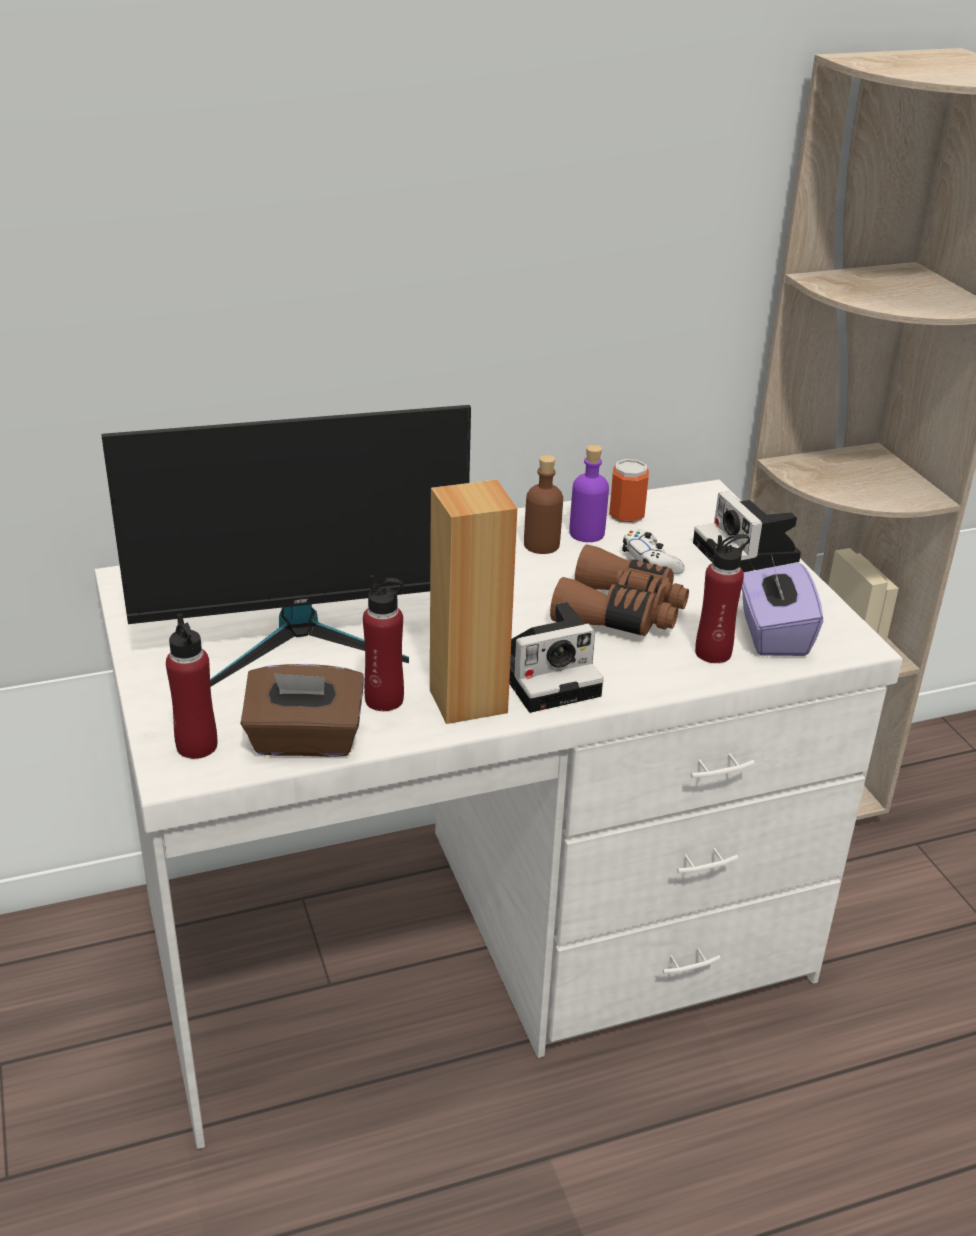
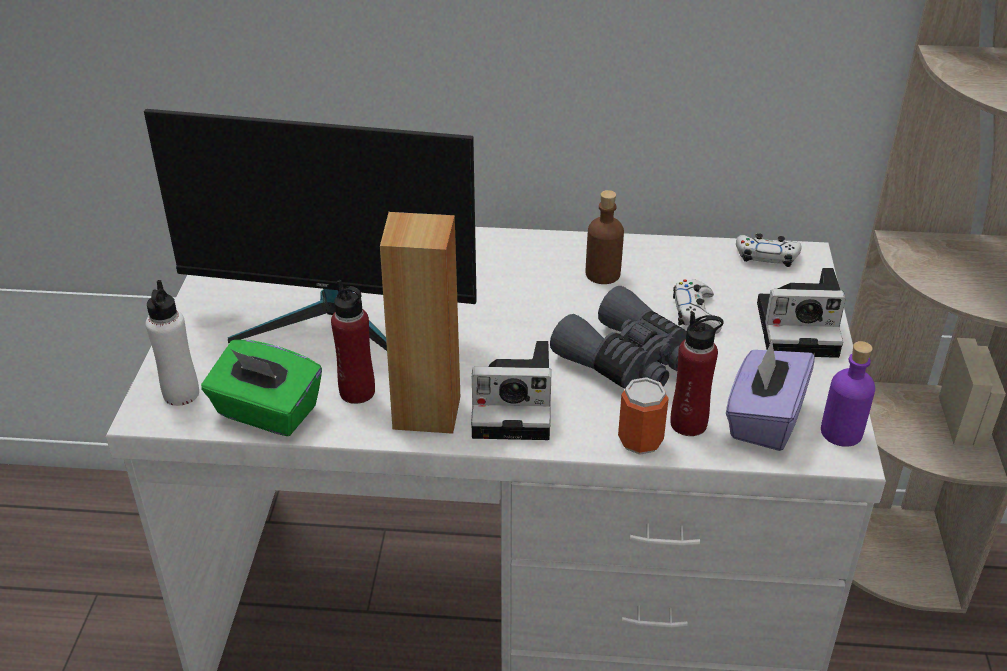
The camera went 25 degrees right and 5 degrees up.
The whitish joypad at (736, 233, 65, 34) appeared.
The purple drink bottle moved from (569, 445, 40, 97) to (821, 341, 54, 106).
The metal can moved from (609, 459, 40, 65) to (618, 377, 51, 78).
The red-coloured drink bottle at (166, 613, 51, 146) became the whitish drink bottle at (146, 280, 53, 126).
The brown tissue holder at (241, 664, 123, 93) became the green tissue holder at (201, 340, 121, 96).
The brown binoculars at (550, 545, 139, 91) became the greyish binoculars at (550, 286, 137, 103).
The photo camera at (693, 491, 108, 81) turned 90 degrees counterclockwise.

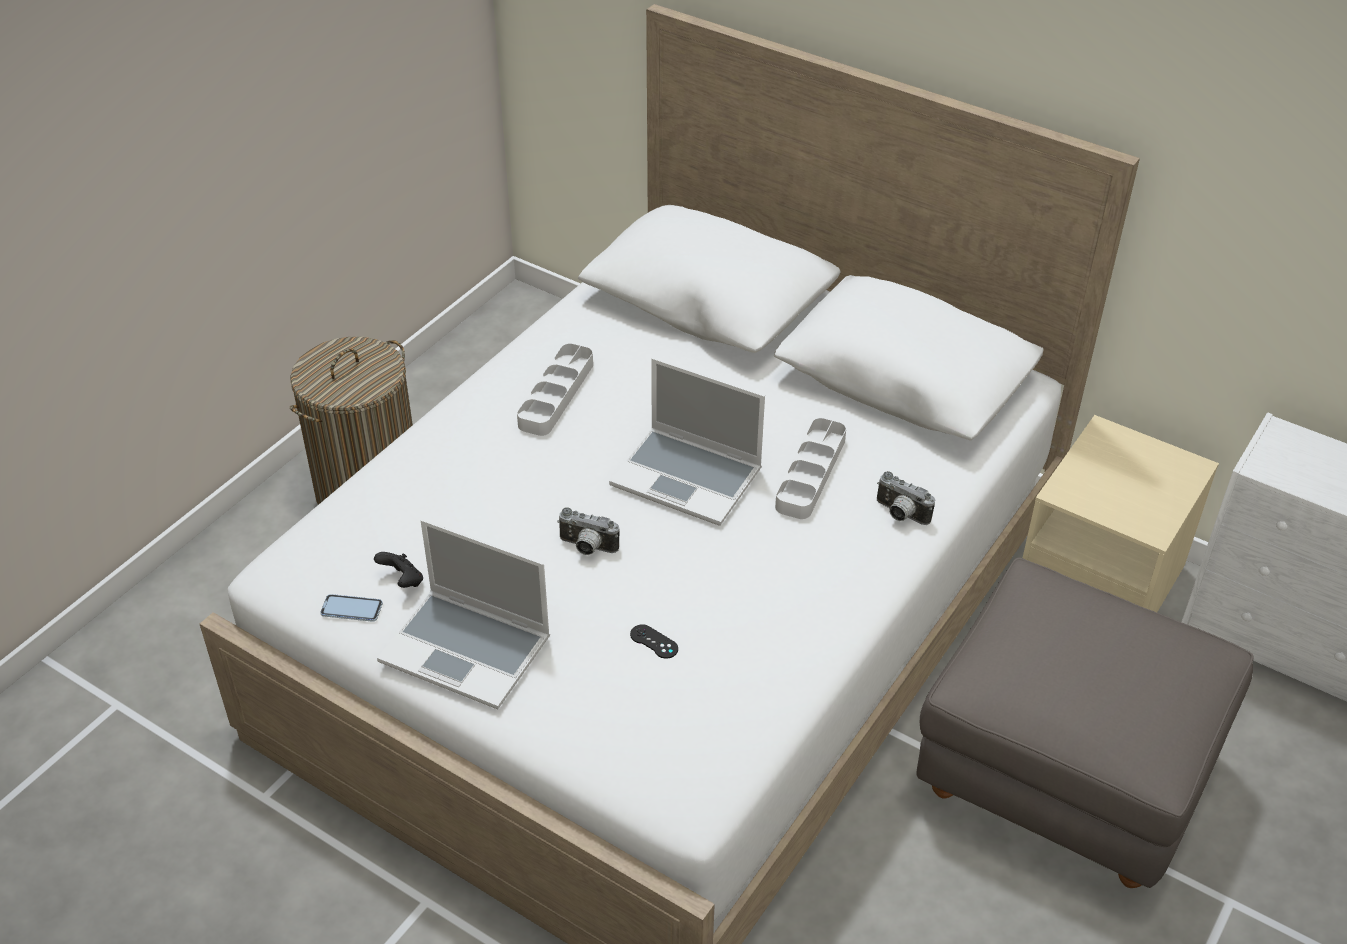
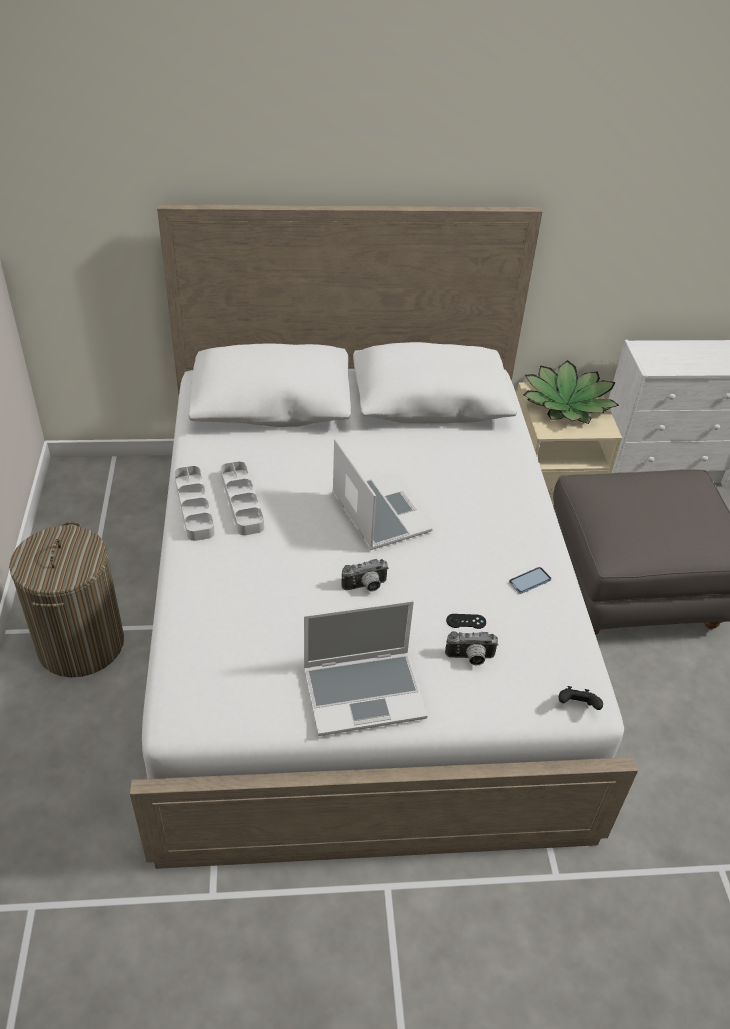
The camera went 40 degrees left and 0 degrees up.
The houseplant at (523, 360, 96, 64) appeared.
The handset moved from (320, 594, 63, 28) to (509, 567, 42, 27).
The black joypad moved from (374, 552, 49, 36) to (558, 686, 45, 24).
The greyish tray moved from (775, 418, 71, 101) to (174, 466, 41, 75).
The photo camera moved from (877, 471, 58, 54) to (445, 631, 54, 35).
The laptop at (609, 358, 156, 168) turned 105 degrees counterclockwise.

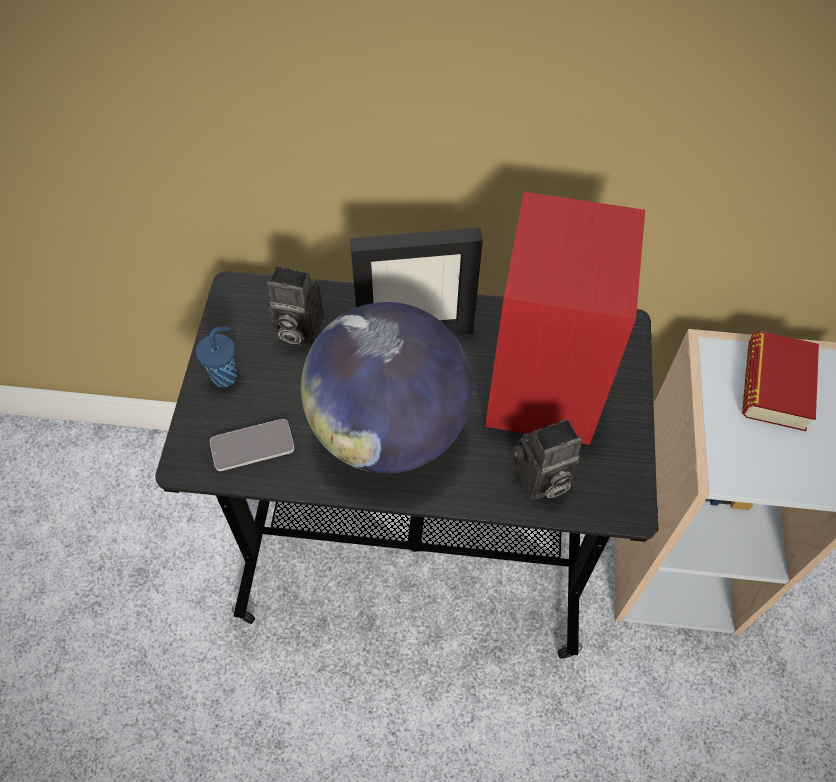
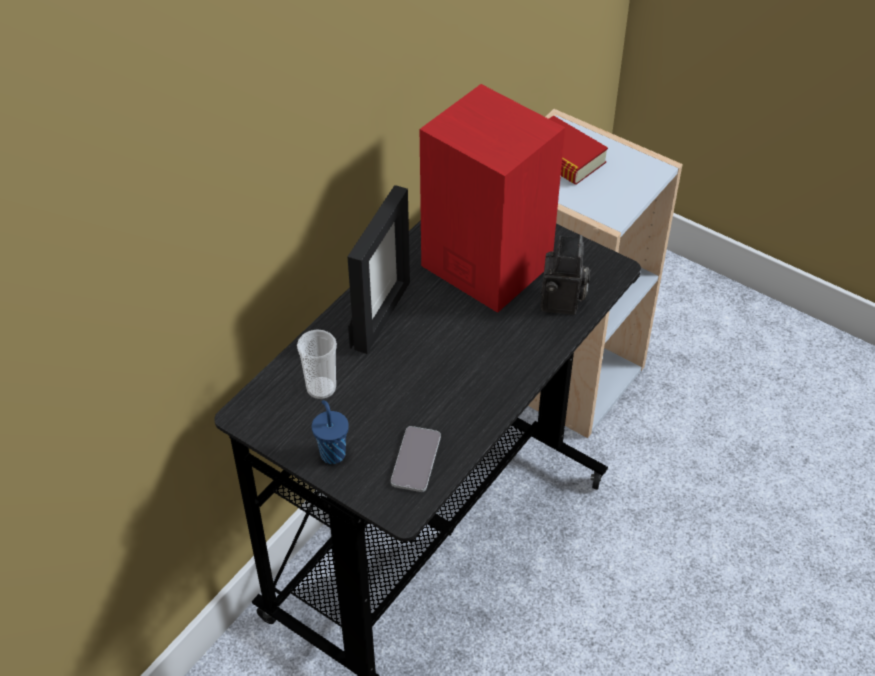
The camera went 60 degrees left and 10 degrees down.
The desk globe at (301, 302, 172, 172) disappeared.
The photo camera at (267, 266, 57, 80) was replaced by the drinking cup at (297, 329, 40, 70).

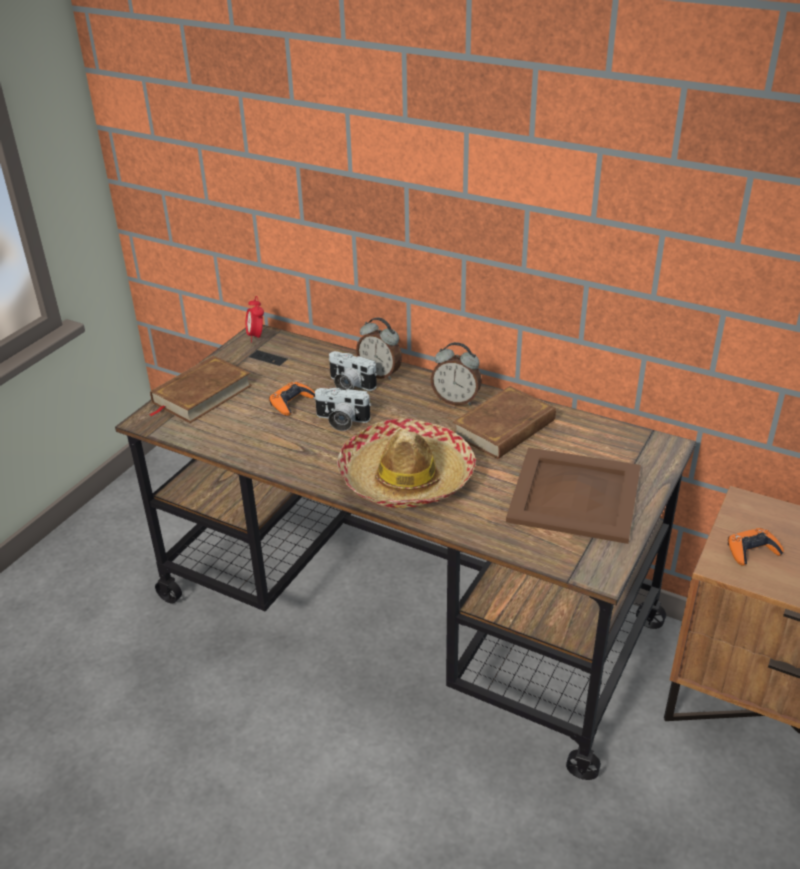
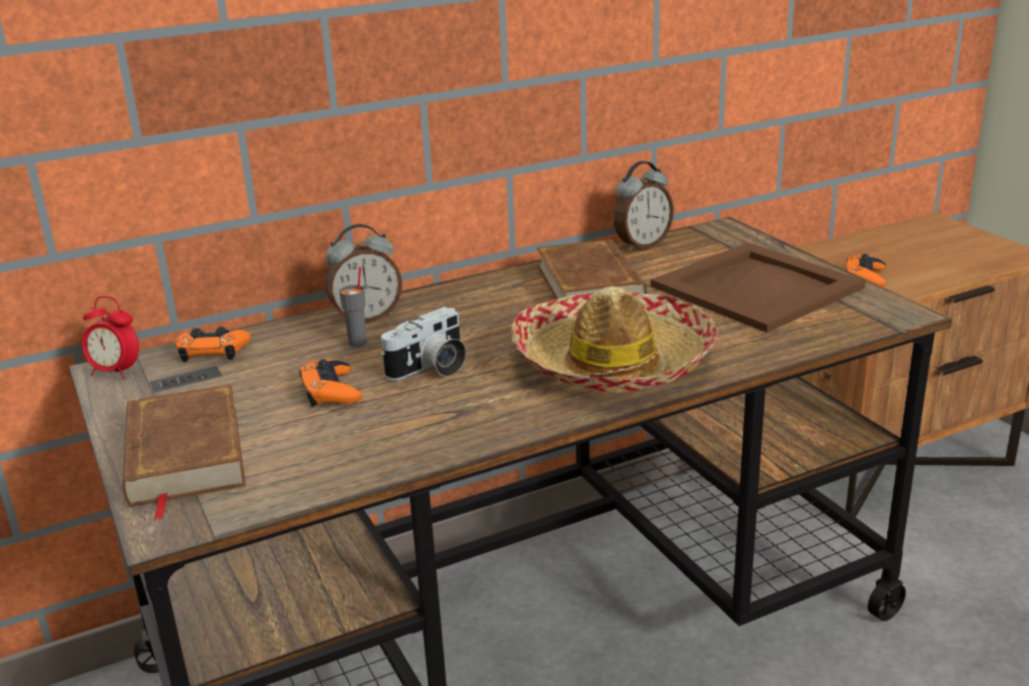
The camera went 55 degrees left and 10 degrees down.
The orangey joypad at (175, 326, 75, 36) appeared.
The bedside clock moved from (431, 342, 51, 63) to (613, 161, 61, 90).
The photo camera at (329, 351, 48, 40) was replaced by the greyish drinking cup at (339, 267, 28, 80).

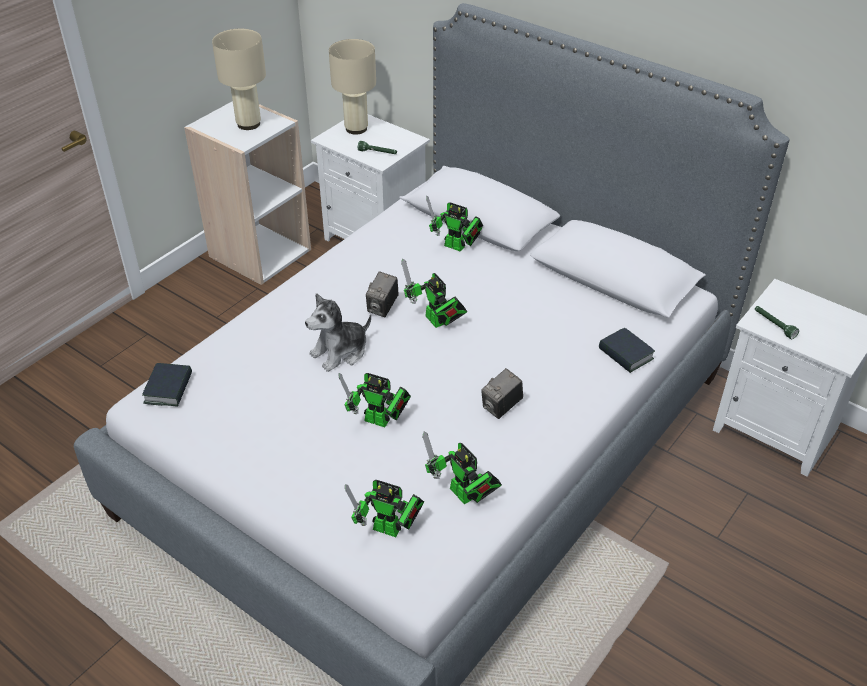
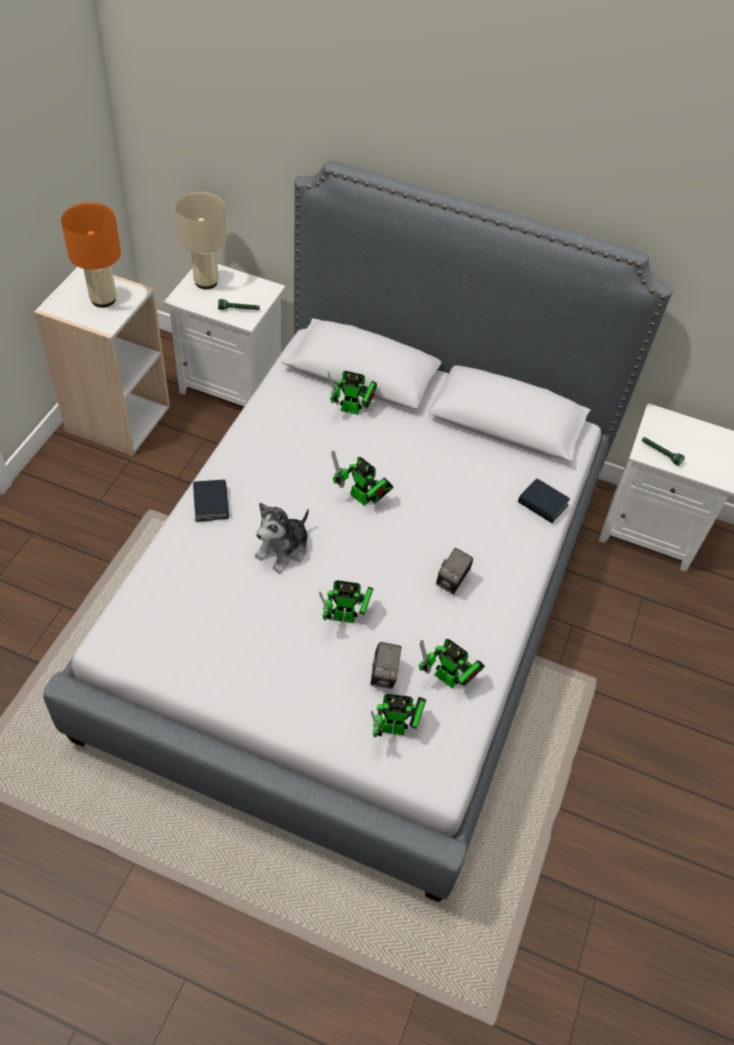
The camera went 20 degrees left and 10 degrees up.
The volume moved from (142, 363, 50, 44) to (193, 480, 36, 41).
The photo camera moved from (366, 271, 33, 46) to (370, 642, 32, 47).
The beige-coloured tabletop lamp at (212, 29, 54, 101) became the orangey tabletop lamp at (61, 203, 60, 105).

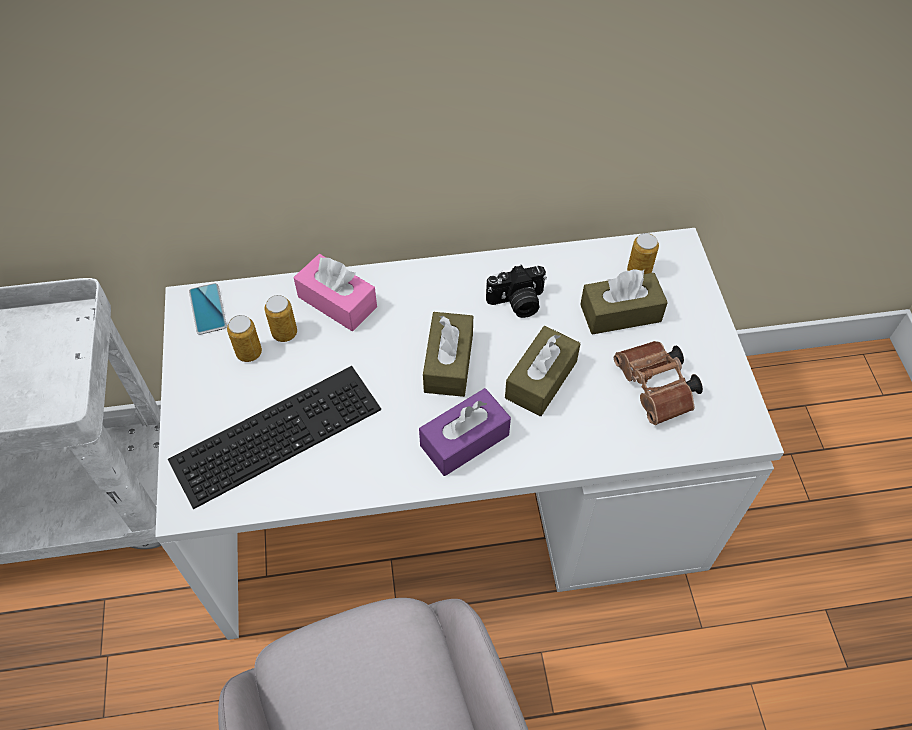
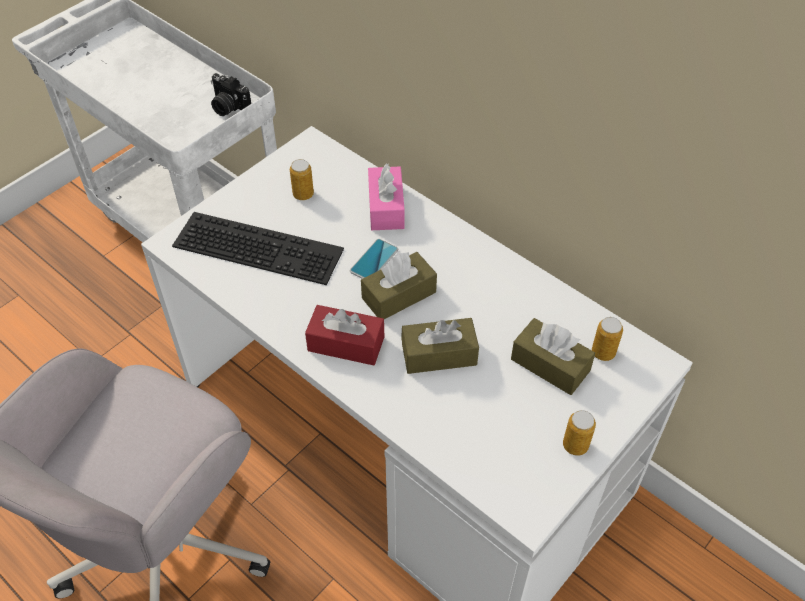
The camera went 50 degrees right and 5 degrees down.
The brown binoculars at (614, 341, 89, 84) disappeared.
The handset moved from (189, 283, 38, 52) to (350, 239, 48, 40).
The metal can moved from (265, 295, 32, 47) to (563, 410, 33, 46).
The photo camera moved from (486, 265, 61, 53) to (211, 73, 40, 43).
The purple tissue holder at (419, 388, 92, 88) became the red-coloured tissue holder at (305, 305, 79, 60).

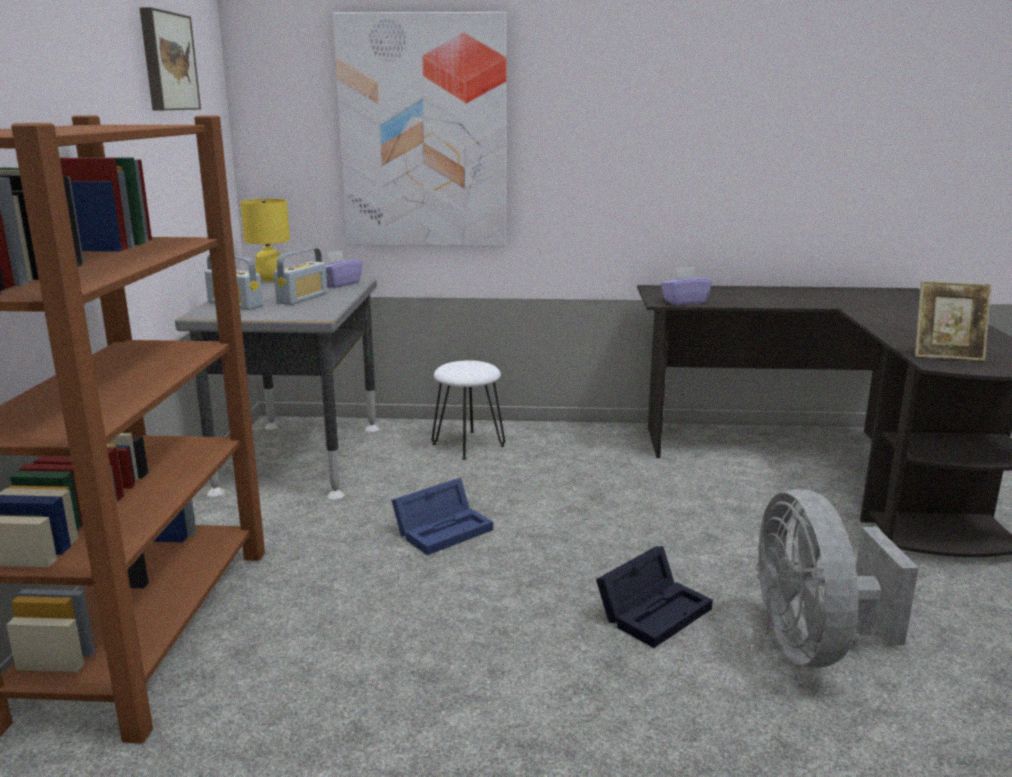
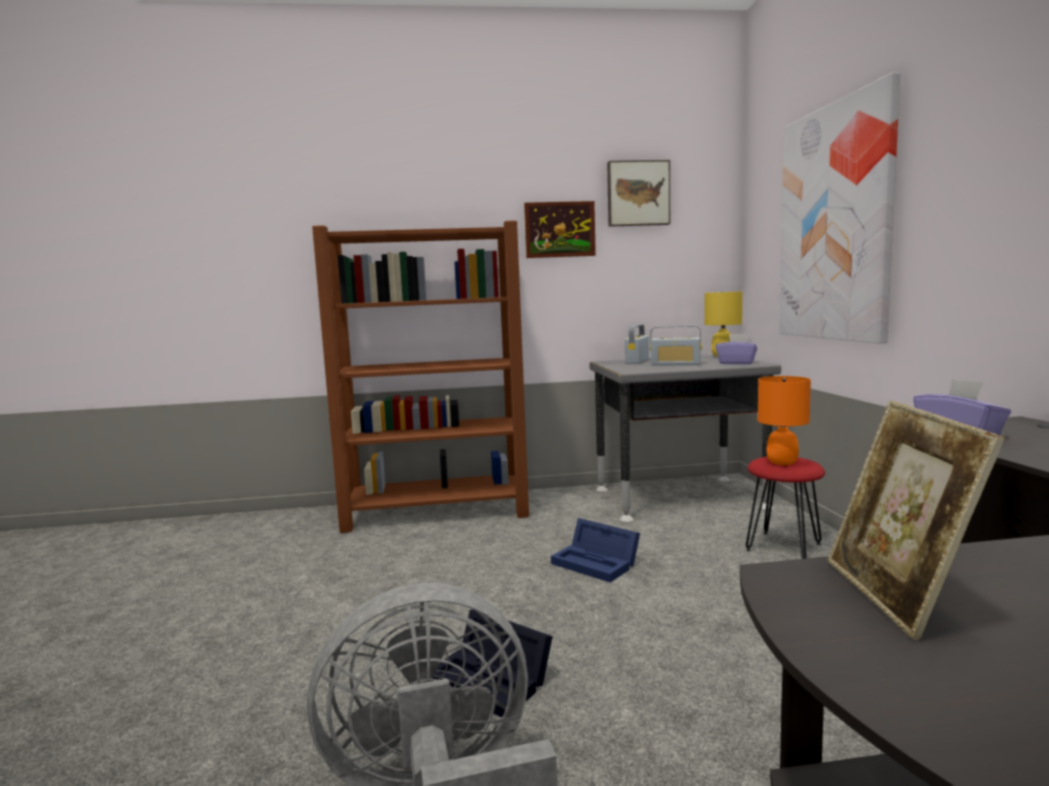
The camera went 80 degrees right and 10 degrees down.
The wall art at (524, 201, 72, 57) appeared.
The orangey tabletop lamp at (758, 376, 53, 89) appeared.
The whitish sitting stool at (432, 360, 73, 100) became the red-coloured sitting stool at (746, 457, 79, 102).

